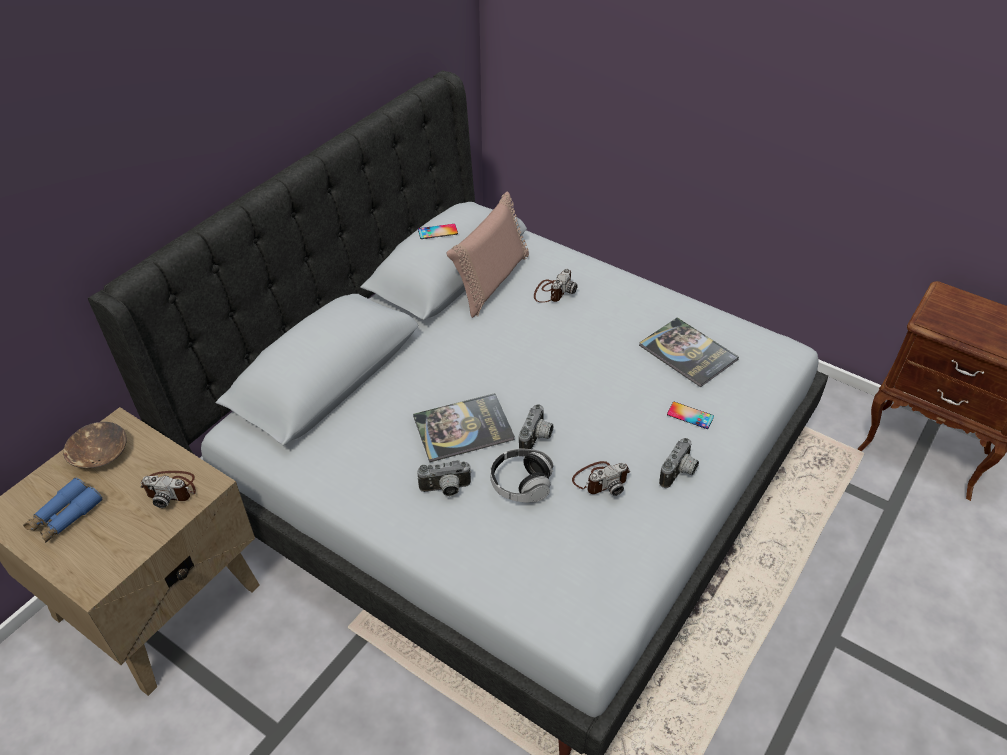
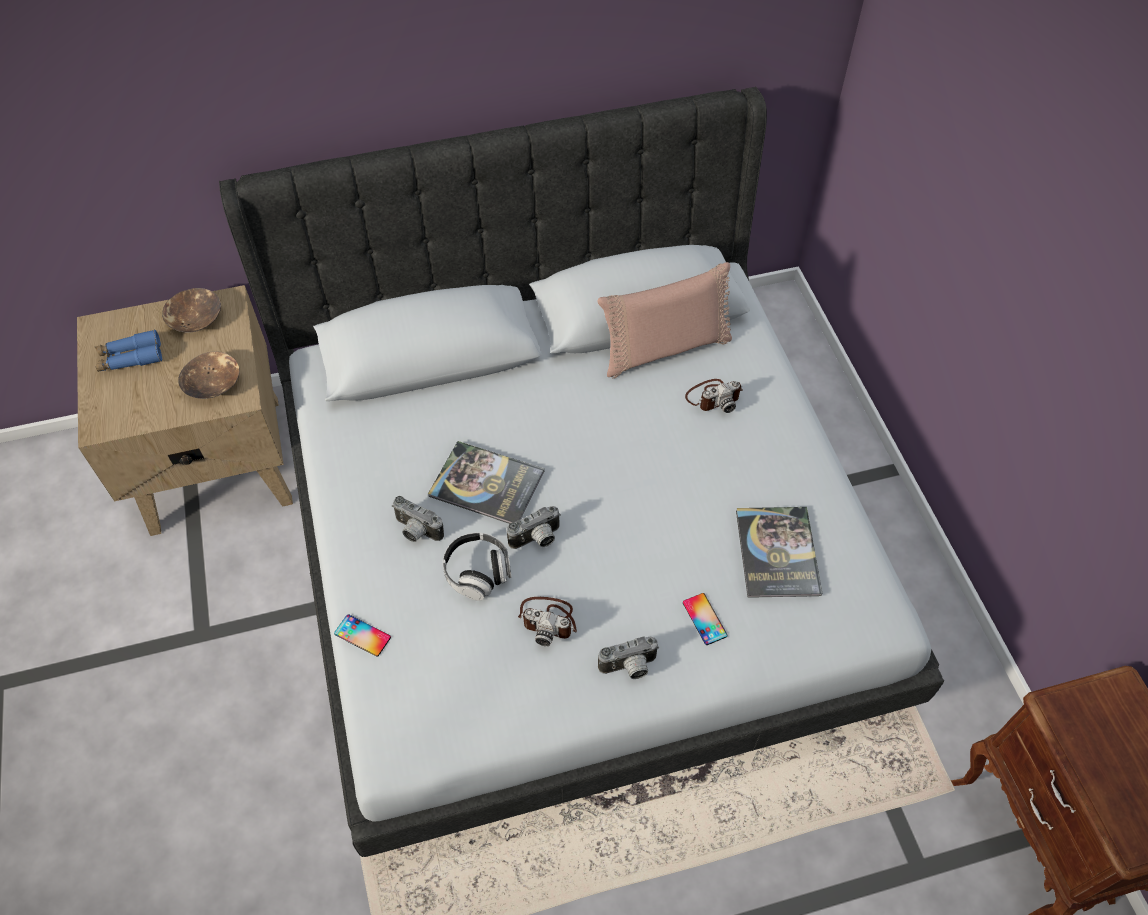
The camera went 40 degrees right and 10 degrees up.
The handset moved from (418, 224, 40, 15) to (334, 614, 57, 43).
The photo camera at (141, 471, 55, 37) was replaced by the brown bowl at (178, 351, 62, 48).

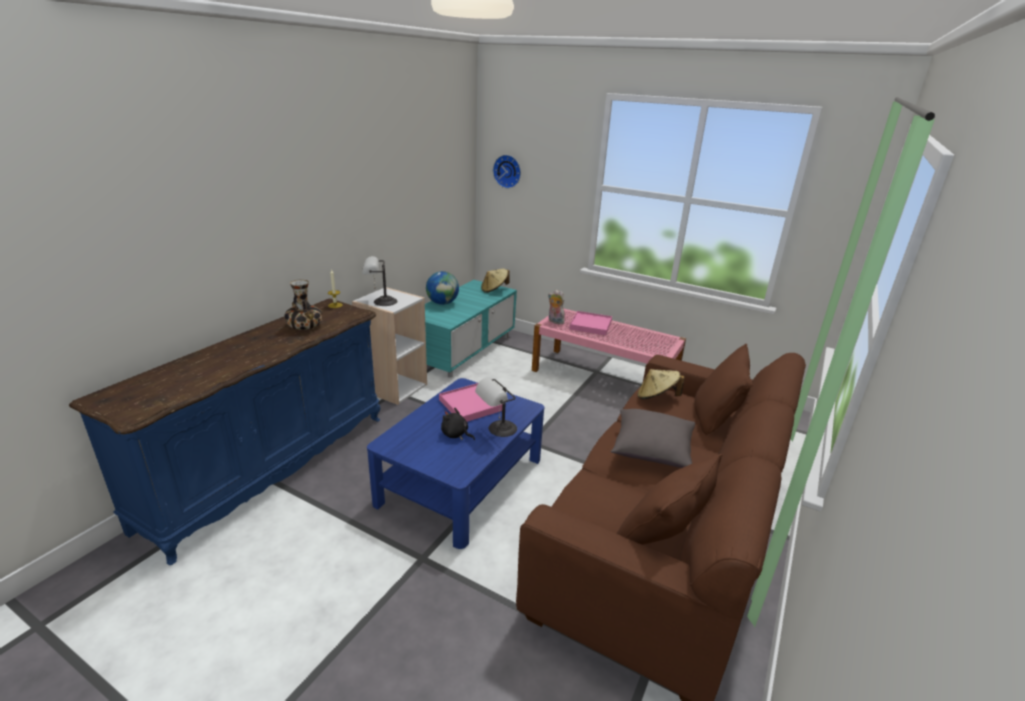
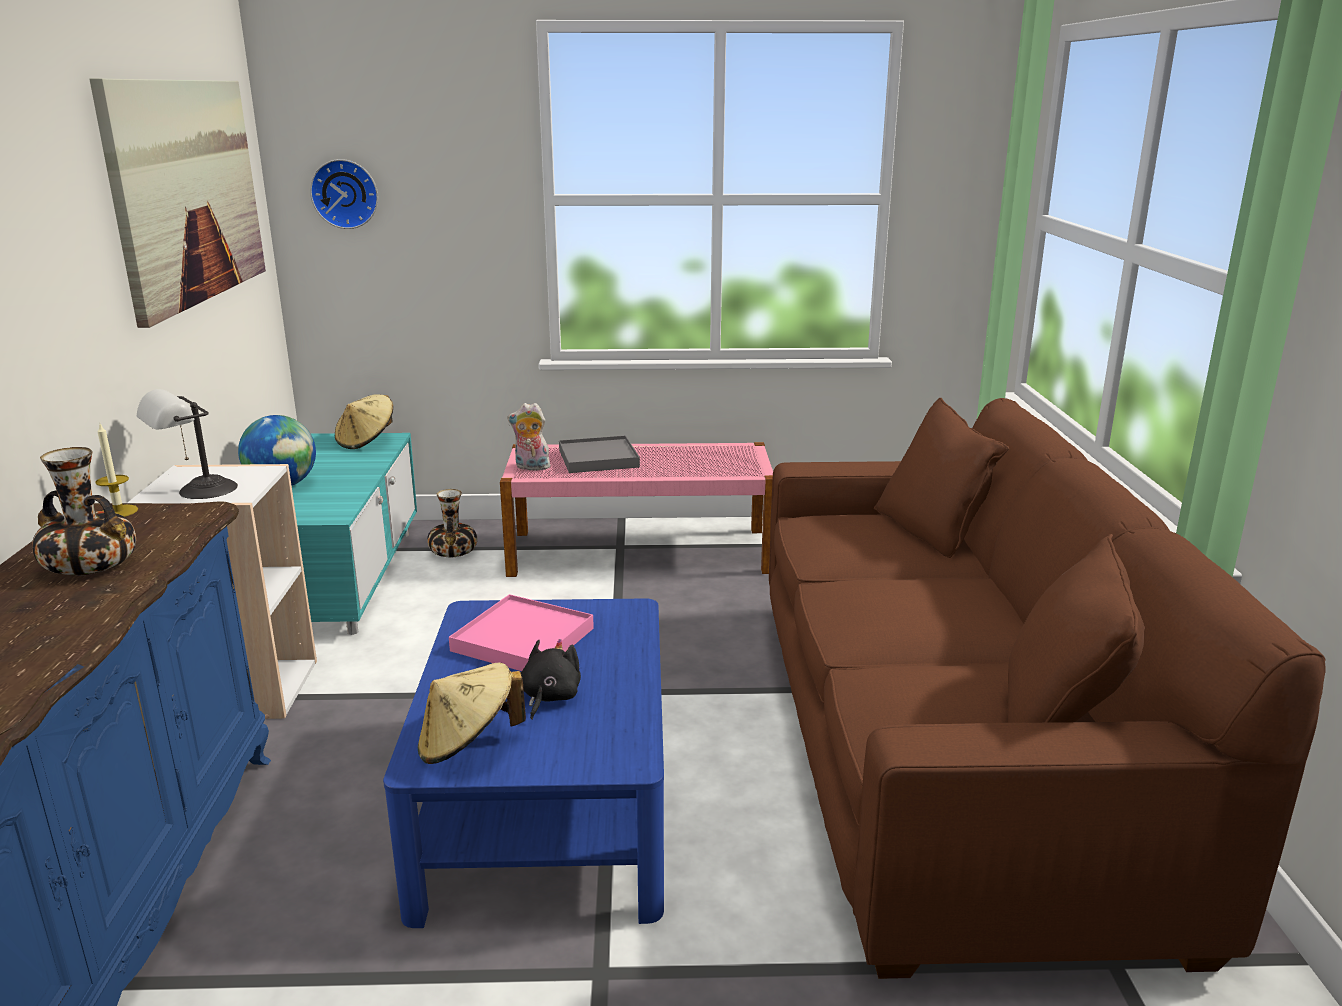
The camera went 30 degrees left and 5 degrees down.
The tabletop lamp at (475, 378, 42, 59) disappeared.
The greyish cushion at (610, 409, 85, 59) disappeared.
The wall art at (89, 78, 177, 250) appeared.
The decorative vase at (427, 489, 50, 68) appeared.
The beige-coloured wearable hat moved from (638, 369, 47, 30) to (418, 663, 108, 101).
The pinkish tray at (569, 311, 43, 24) became the greyish tray at (559, 435, 81, 38).
The black plush toy at (441, 407, 34, 33) turned 105 degrees clockwise.

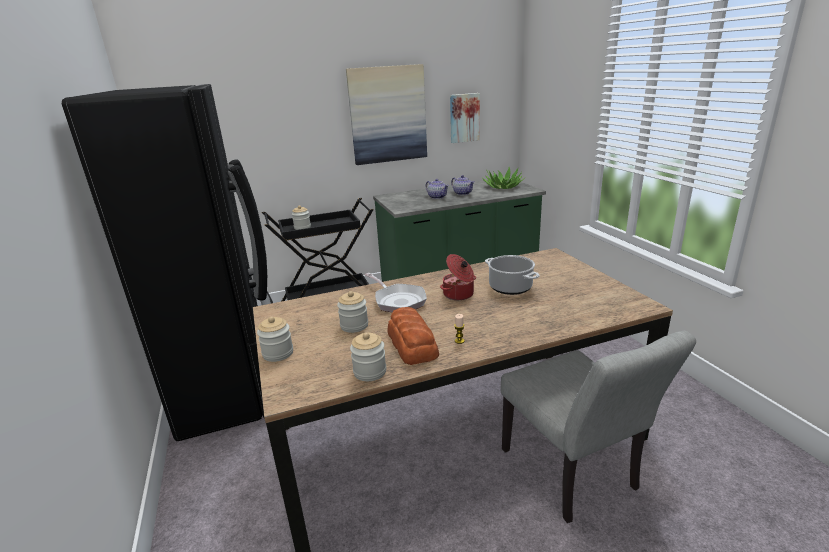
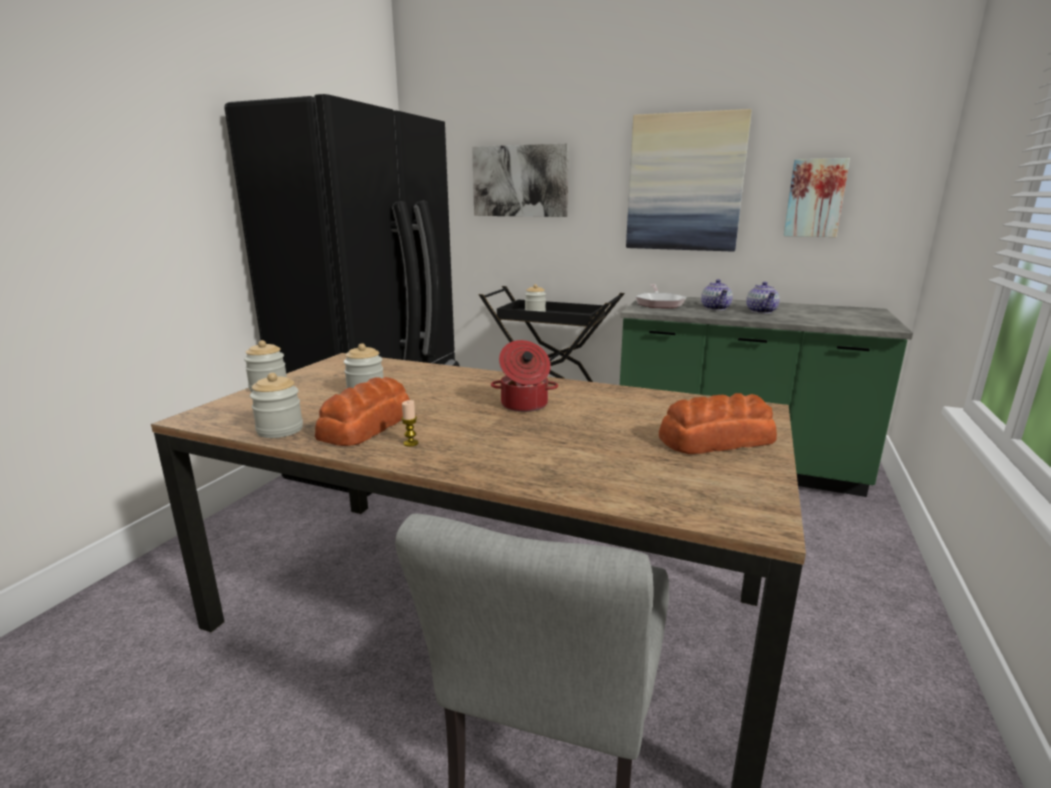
The camera went 40 degrees right and 5 degrees down.
The houseplant at (482, 167, 43, 22) disappeared.
The stockpot at (485, 255, 55, 40) disappeared.
The wall art at (472, 143, 97, 74) appeared.
The bread at (659, 393, 118, 61) appeared.
The pan moved from (364, 273, 63, 39) to (635, 284, 52, 24).

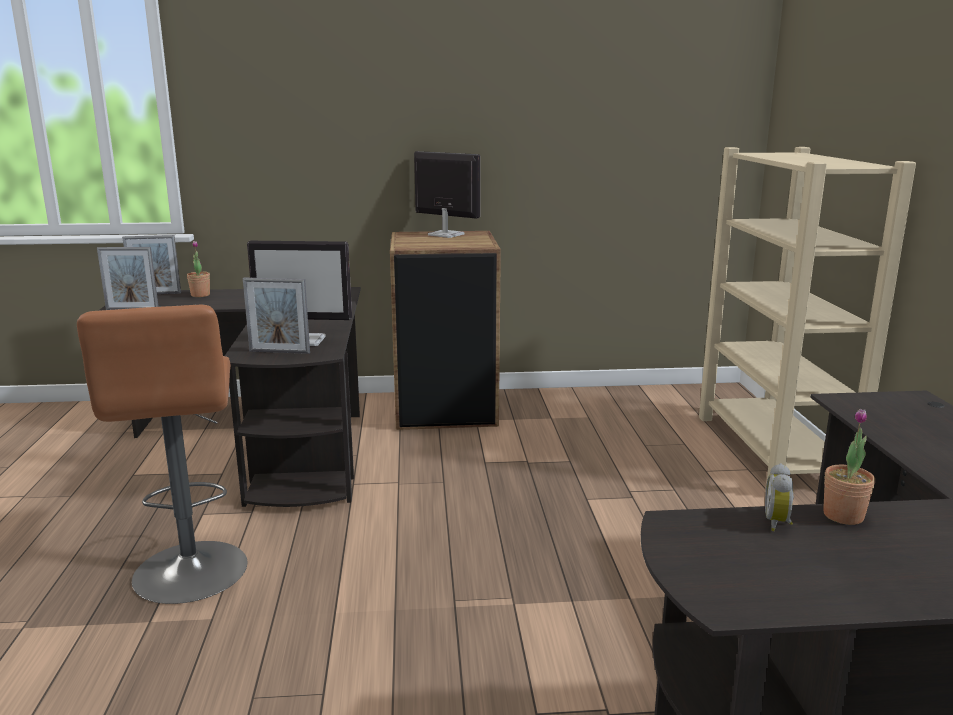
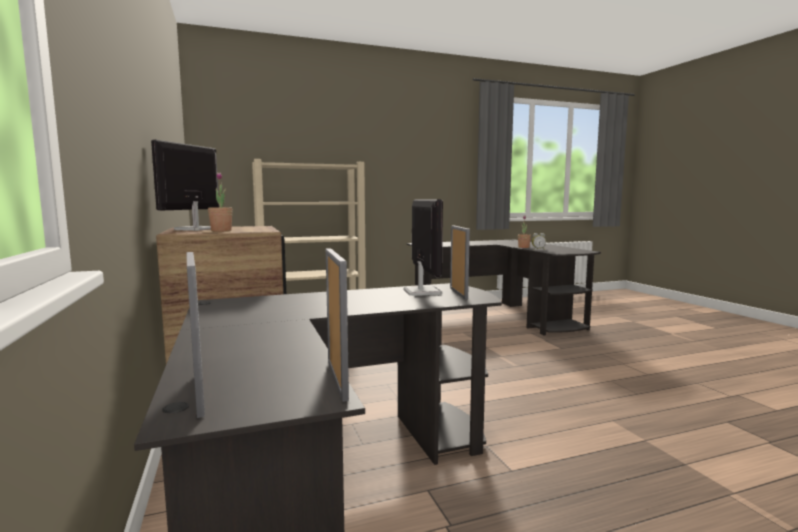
The camera went 105 degrees left and 10 degrees down.
The brown sitting stool at (77, 305, 170, 299) disappeared.
The houseplant moved from (187, 241, 23, 56) to (208, 172, 24, 60).

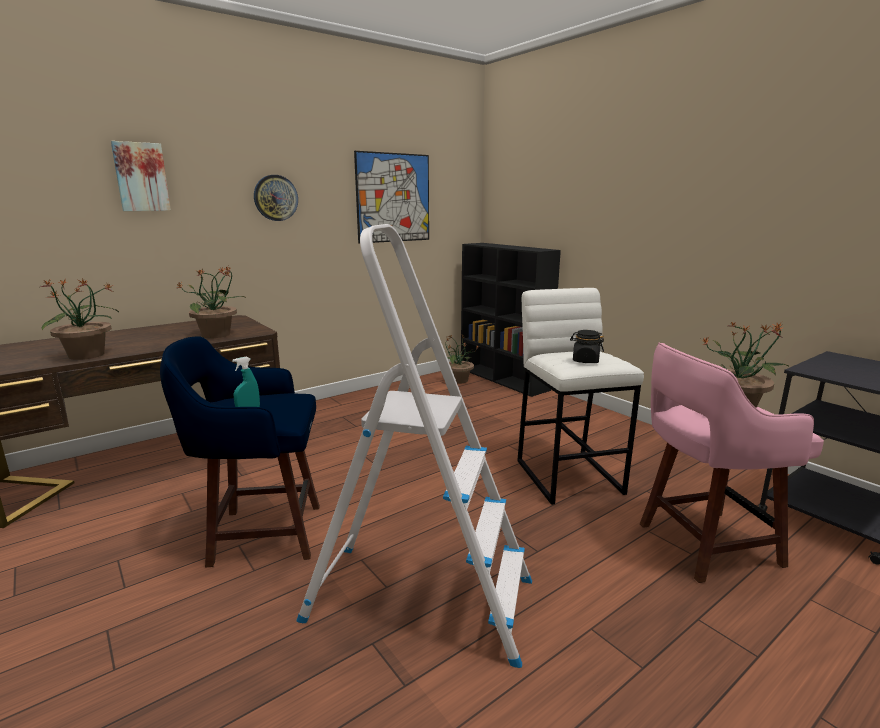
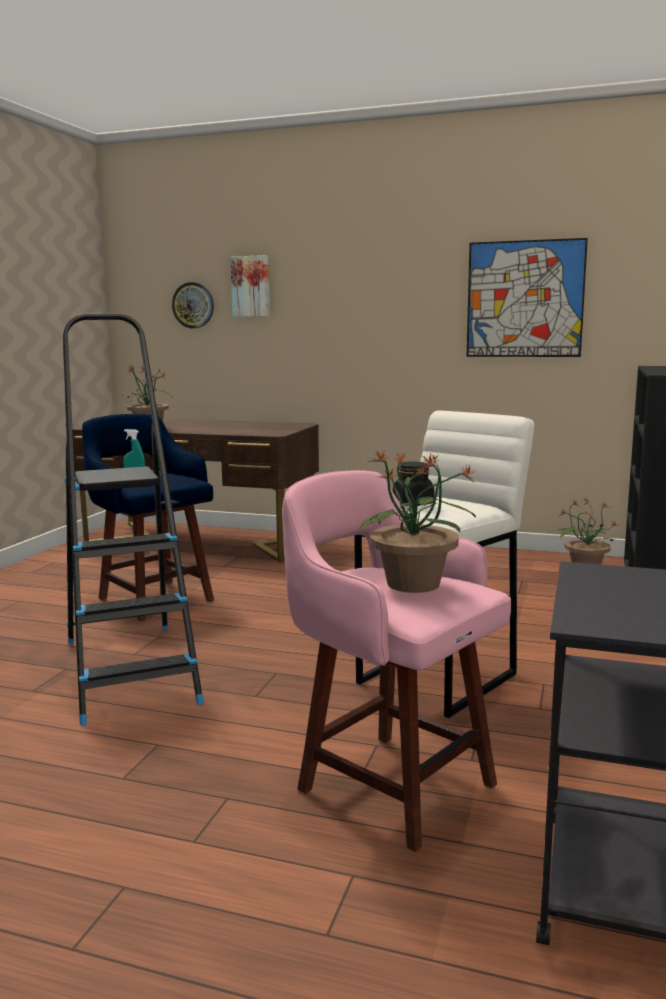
The camera went 55 degrees right and 5 degrees down.
The houseplant at (176, 266, 71, 72) disappeared.
The clock on the wall moved from (254, 175, 44, 46) to (172, 282, 42, 46).
The whitish step stool at (296, 224, 236, 444) became the black step stool at (63, 314, 141, 412).

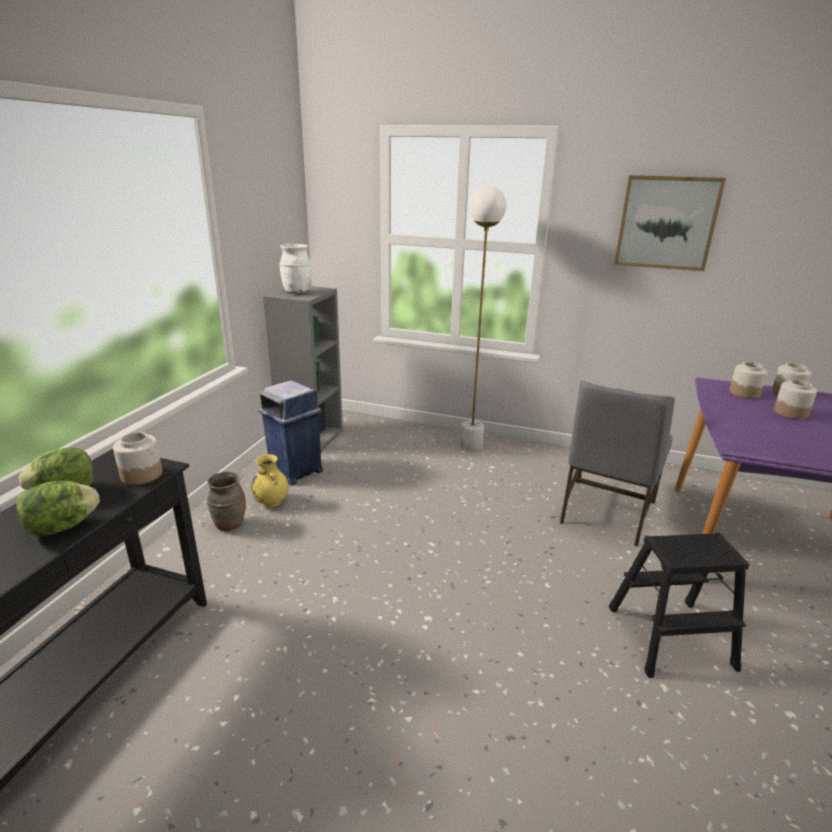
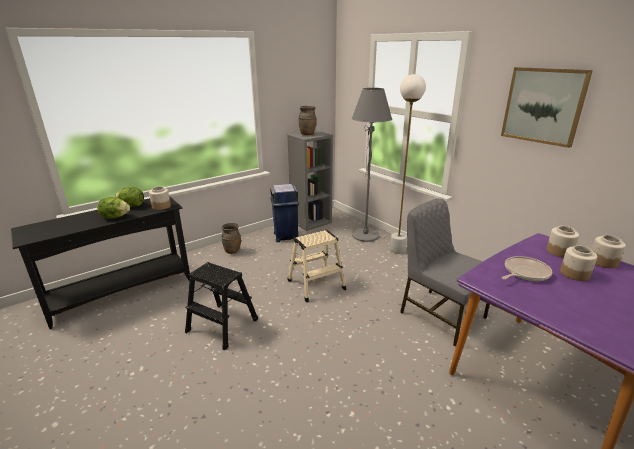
The camera went 35 degrees right and 0 degrees up.
The yellow decorative vase at (251, 454, 38, 54) disappeared.
The beige-coloured step stool at (287, 230, 59, 73) appeared.
The greyish standing lamp at (351, 88, 41, 154) appeared.
The pan at (502, 256, 50, 25) appeared.
The black step stool moved from (609, 533, 140, 145) to (185, 262, 73, 88).
The whitish decorative vase at (279, 244, 33, 50) became the brown decorative vase at (299, 106, 18, 29).
The greyish upright chair at (560, 381, 115, 166) turned 75 degrees clockwise.

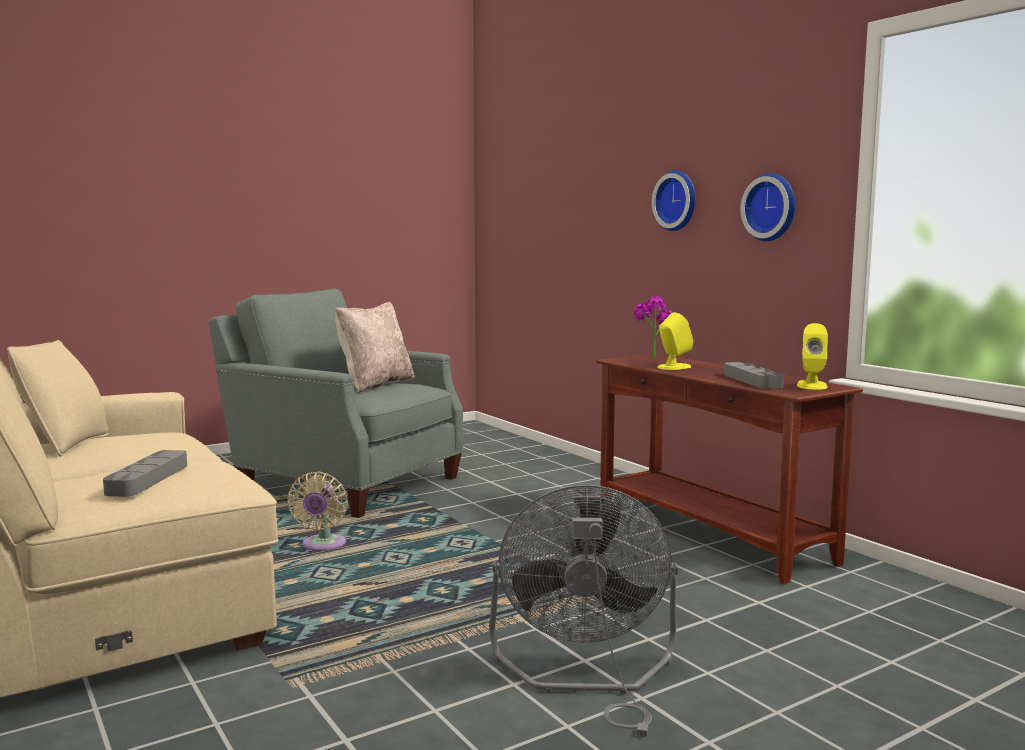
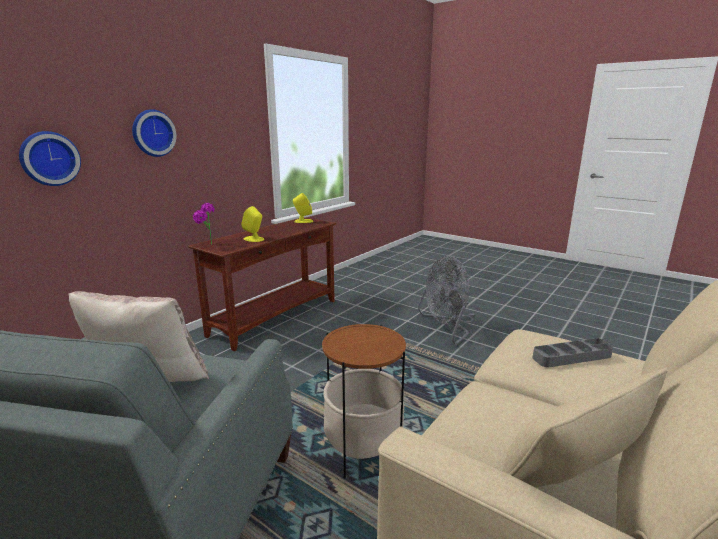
The camera went 110 degrees left and 10 degrees up.
The greyish tray at (724, 362, 60, 27) disappeared.
The clock on the wall moved from (740, 173, 55, 68) to (19, 131, 62, 55).
The beige-coloured electric fan at (287, 472, 61, 79) was replaced by the accent table at (322, 324, 84, 155).

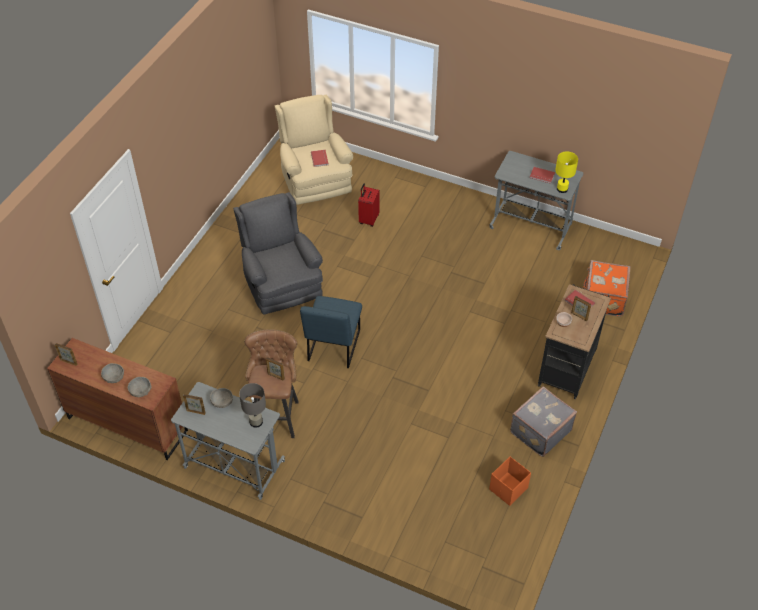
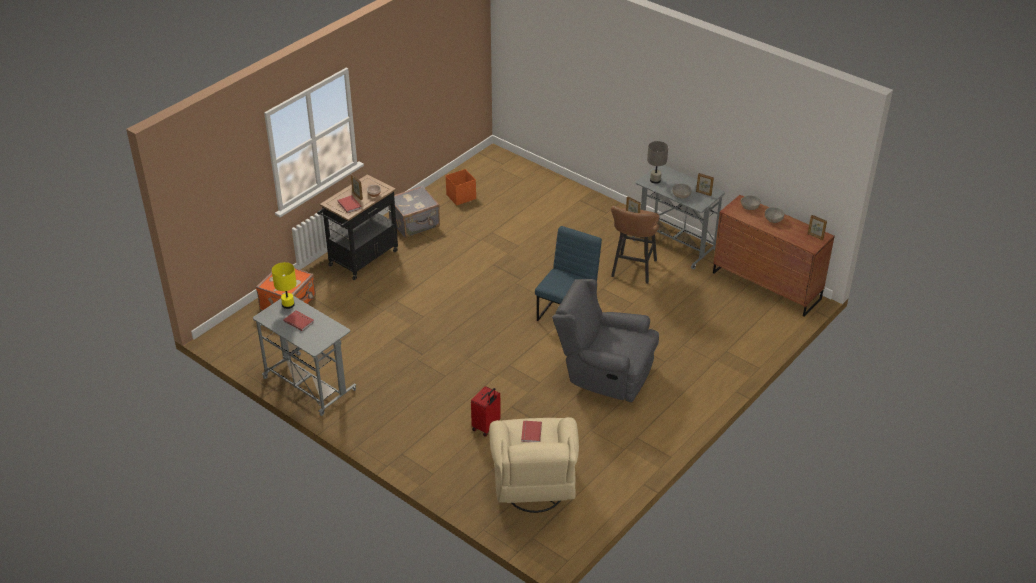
The camera went 165 degrees left and 10 degrees down.
The greyish lounge chair at (233, 192, 90, 123) turned 120 degrees clockwise.

